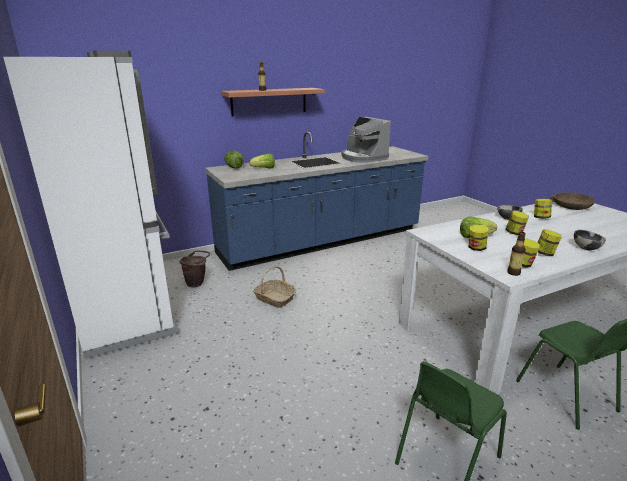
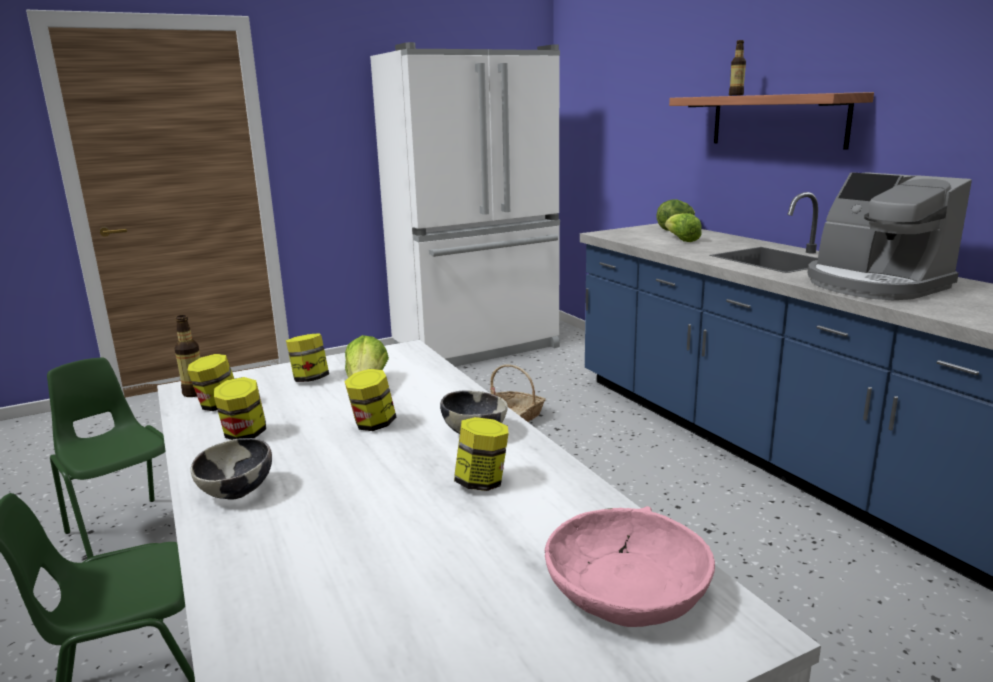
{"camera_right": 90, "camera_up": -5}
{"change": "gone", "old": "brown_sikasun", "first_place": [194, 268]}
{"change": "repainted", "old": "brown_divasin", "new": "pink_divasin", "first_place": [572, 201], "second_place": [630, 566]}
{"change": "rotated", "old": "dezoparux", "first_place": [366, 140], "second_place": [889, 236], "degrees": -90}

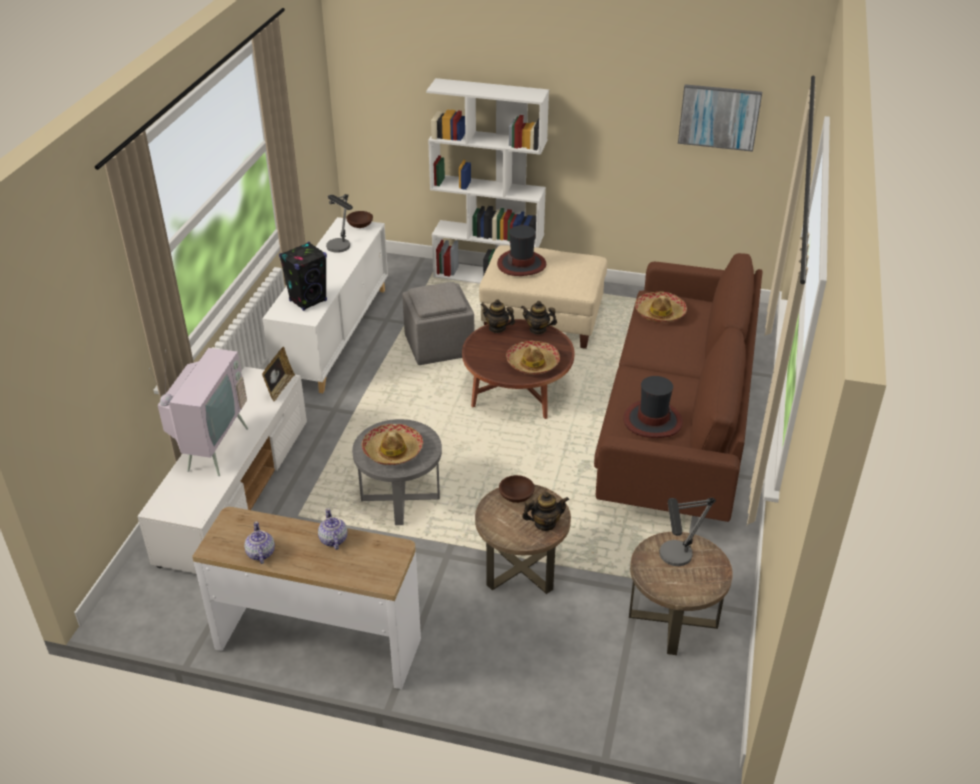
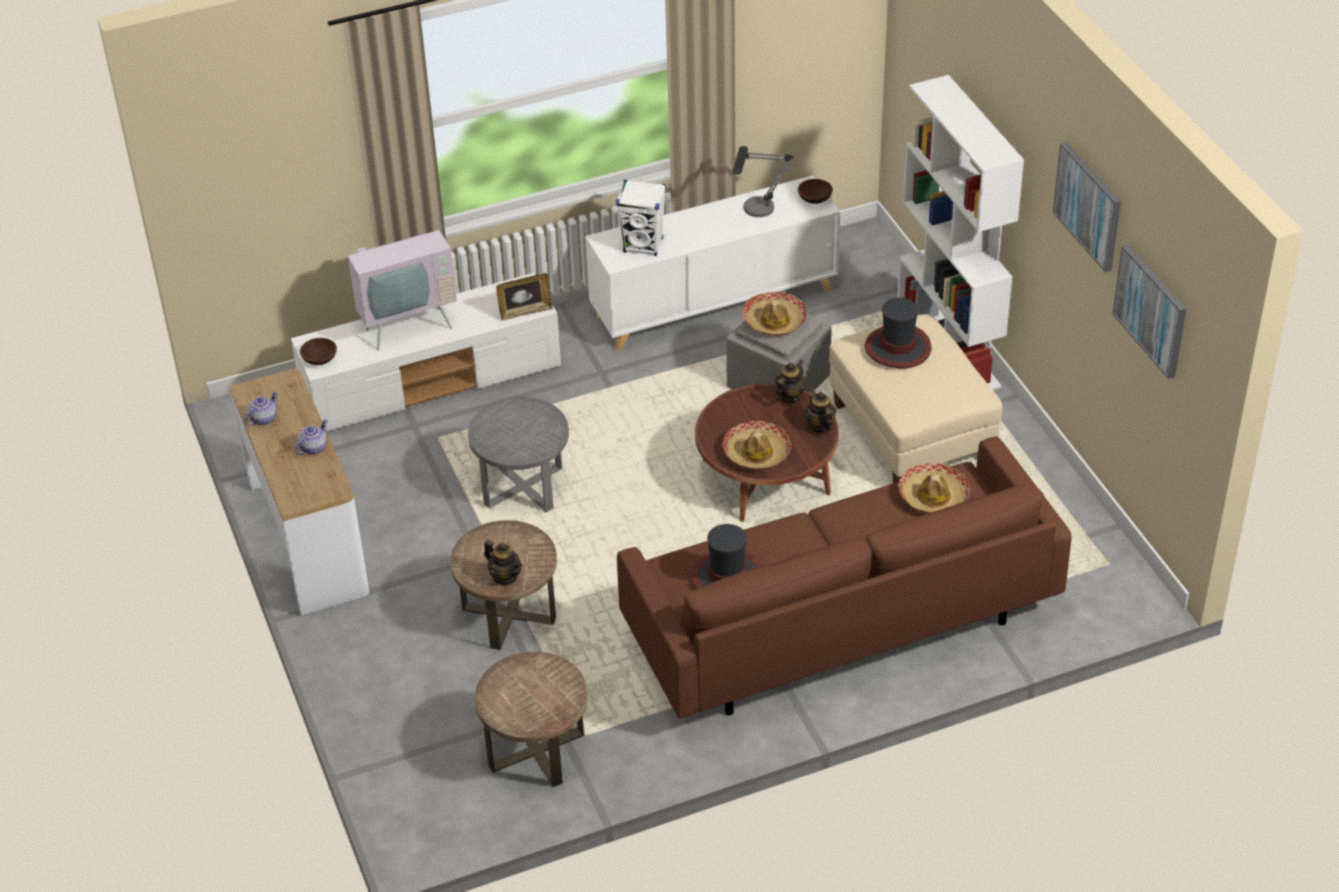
{"camera_right": 55, "camera_up": 5}
{"change": "gone", "old": "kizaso", "first_place": [688, 532]}
{"change": "new", "new": "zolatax", "second_place": [1087, 207]}
{"change": "shifted", "old": "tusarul", "first_place": [392, 444], "second_place": [774, 314]}
{"change": "shifted", "old": "brown_divasin", "first_place": [517, 489], "second_place": [318, 351]}
{"change": "repainted", "old": "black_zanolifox", "new": "white_zanolifox", "first_place": [303, 276], "second_place": [641, 218]}
{"change": "rotated", "old": "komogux", "first_place": [498, 316], "second_place": [790, 381], "degrees": 45}

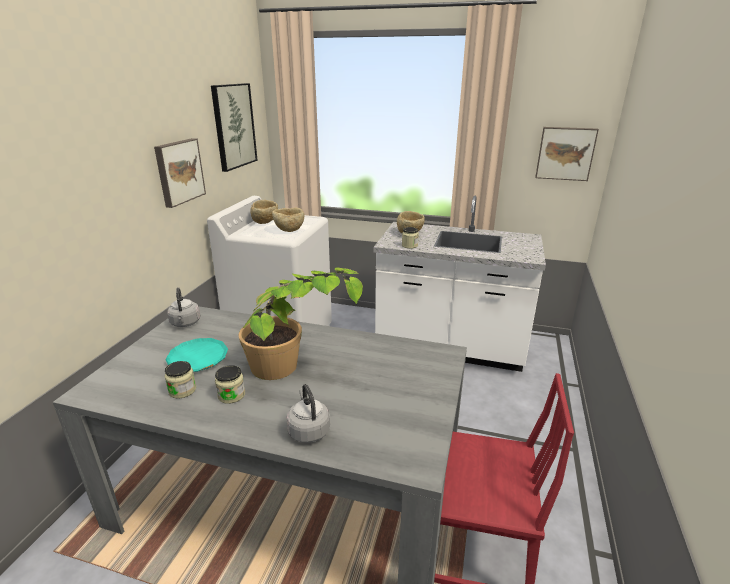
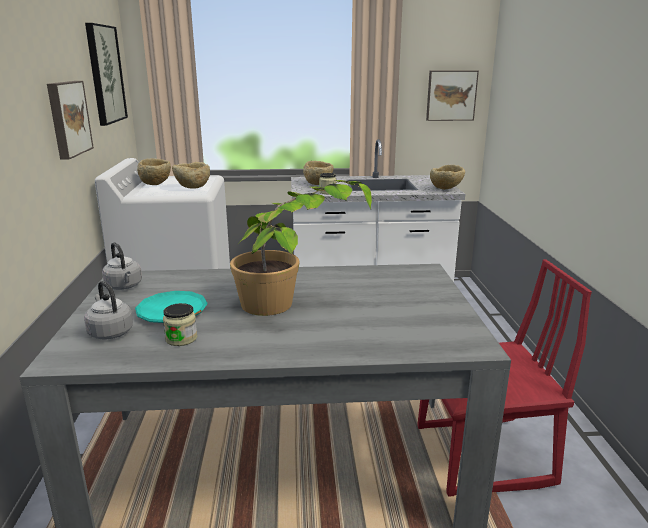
{"camera_right": -20, "camera_up": -5}
{"change": "gone", "old": "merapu", "first_place": [230, 384]}
{"change": "new", "new": "beige_divasin", "second_place": [447, 177]}
{"change": "shifted", "old": "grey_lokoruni", "first_place": [308, 413], "second_place": [108, 310]}

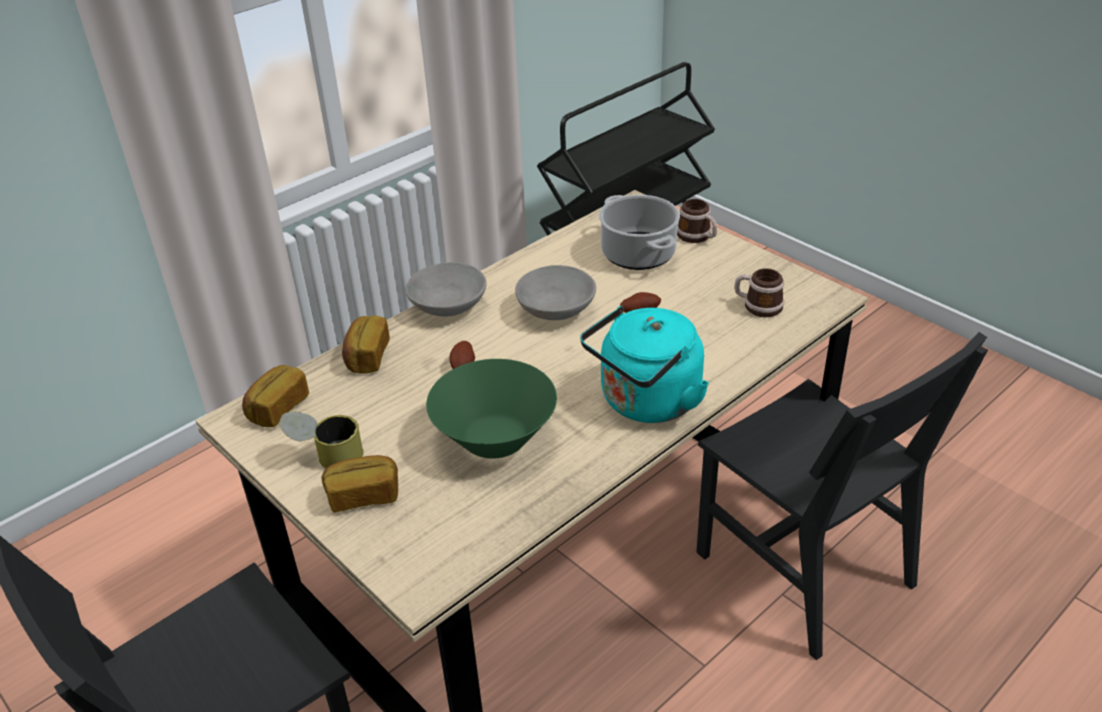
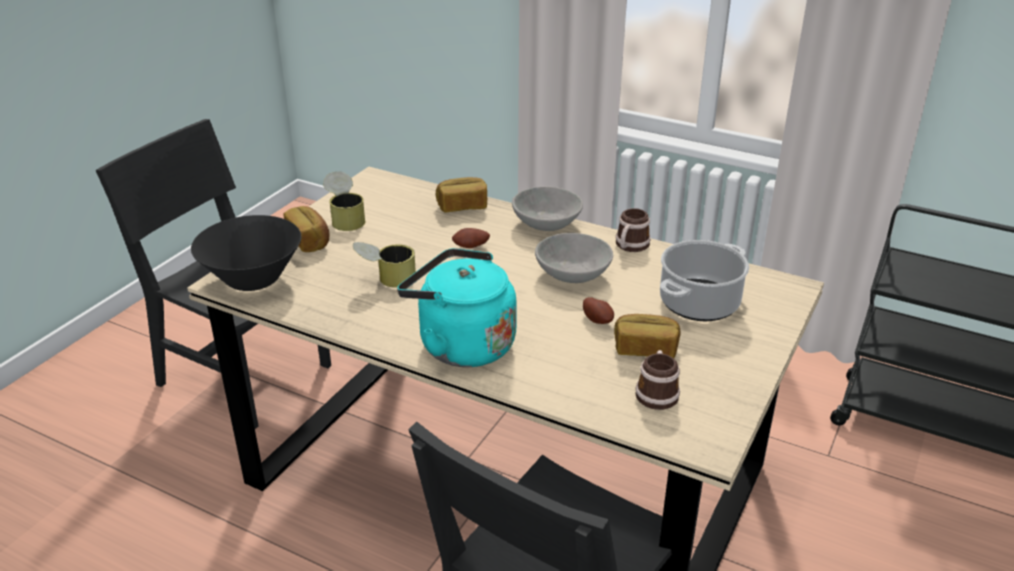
{"camera_right": 70, "camera_up": -5}
{"change": "new", "new": "black_divasin", "second_place": [246, 253]}
{"change": "shifted", "old": "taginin", "first_place": [275, 396], "second_place": [647, 336]}
{"change": "shifted", "old": "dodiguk", "first_place": [697, 221], "second_place": [633, 230]}
{"change": "swapped", "old": "green_divasin", "new": "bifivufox", "first_place": [491, 409], "second_place": [384, 265]}

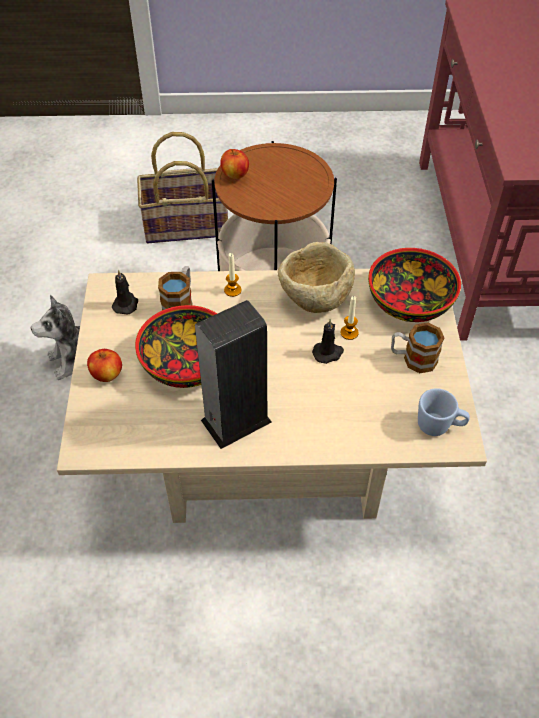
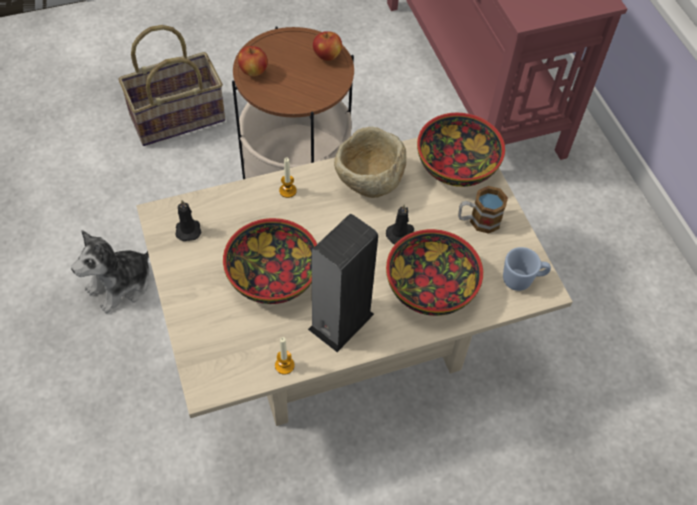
{"camera_right": -20, "camera_up": 5}
{"change": "gone", "old": "dodiguk", "first_place": [175, 288]}
{"change": "new", "new": "divasin", "second_place": [434, 272]}
{"change": "shifted", "old": "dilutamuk", "first_place": [104, 365], "second_place": [327, 46]}
{"change": "shifted", "old": "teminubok", "first_place": [349, 318], "second_place": [285, 356]}

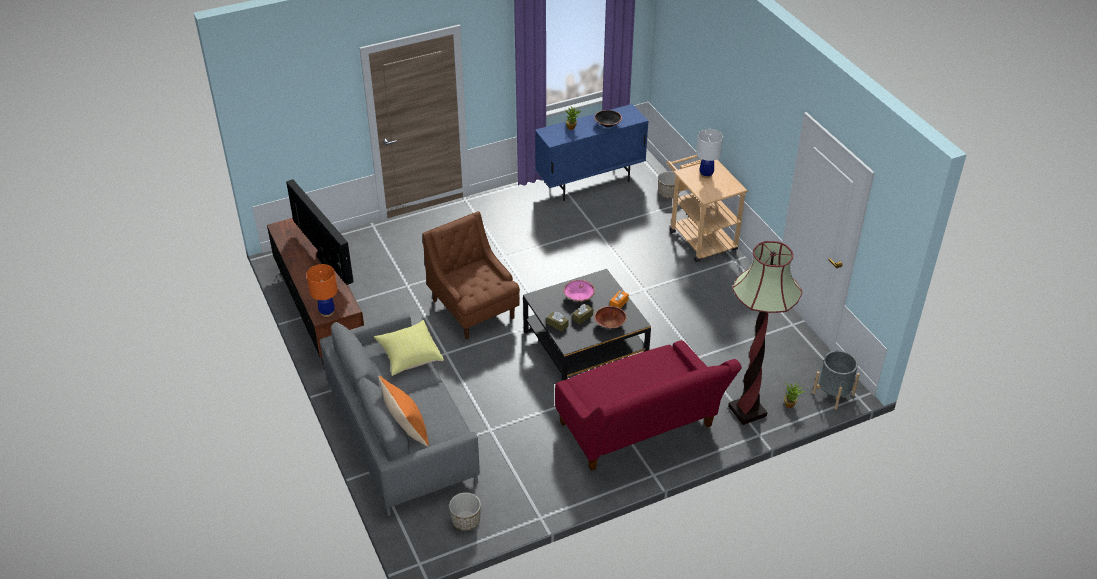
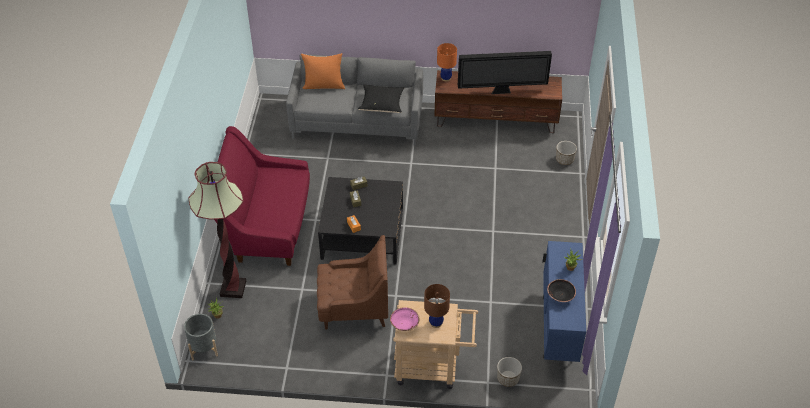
{"camera_right": 120, "camera_up": 5}
{"change": "gone", "old": "brown_divasin", "first_place": [610, 317]}
{"change": "shifted", "old": "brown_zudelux", "first_place": [471, 275], "second_place": [352, 282]}
{"change": "shifted", "old": "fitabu", "first_place": [465, 511], "second_place": [566, 153]}
{"change": "shifted", "old": "pink_divasin", "first_place": [579, 290], "second_place": [405, 319]}
{"change": "repainted", "old": "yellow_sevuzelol", "new": "black_sevuzelol", "first_place": [409, 348], "second_place": [381, 98]}
{"change": "repainted", "old": "white_kizaso", "new": "brown_kizaso", "first_place": [709, 153], "second_place": [437, 306]}

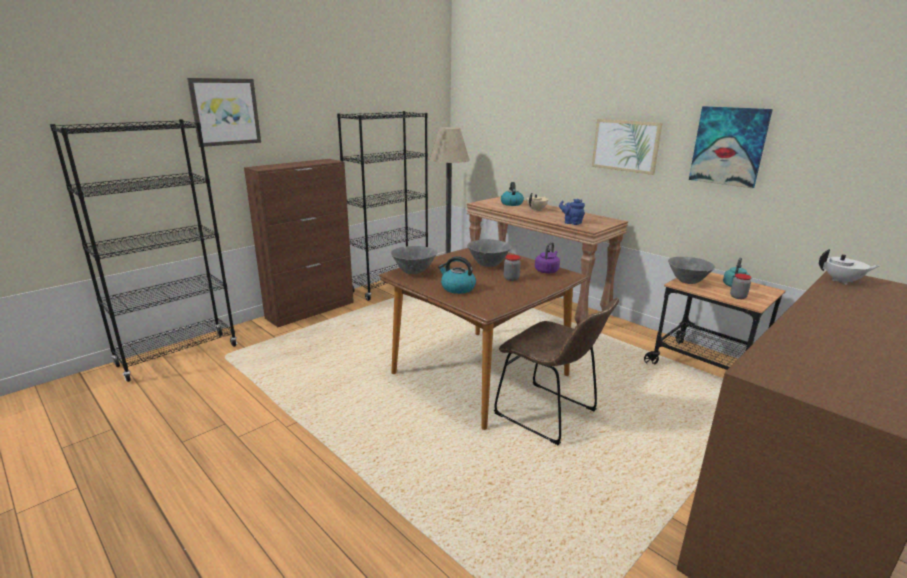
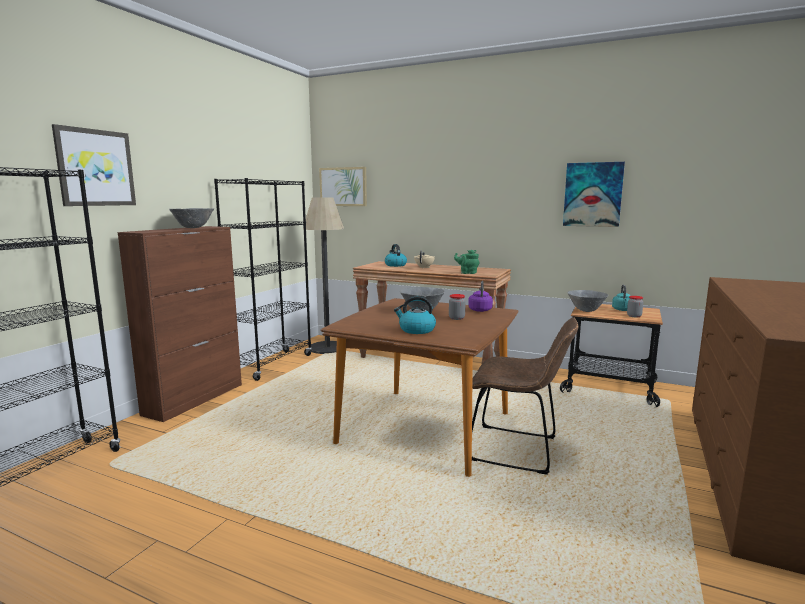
{"camera_right": -20, "camera_up": -10}
{"change": "gone", "old": "white_komogux", "first_place": [849, 267]}
{"change": "shifted", "old": "grey_divasin", "first_place": [414, 260], "second_place": [191, 218]}
{"change": "shifted", "old": "zolatax", "first_place": [627, 147], "second_place": [343, 186]}
{"change": "repainted", "old": "blue_komogux", "new": "green_komogux", "first_place": [572, 212], "second_place": [466, 262]}

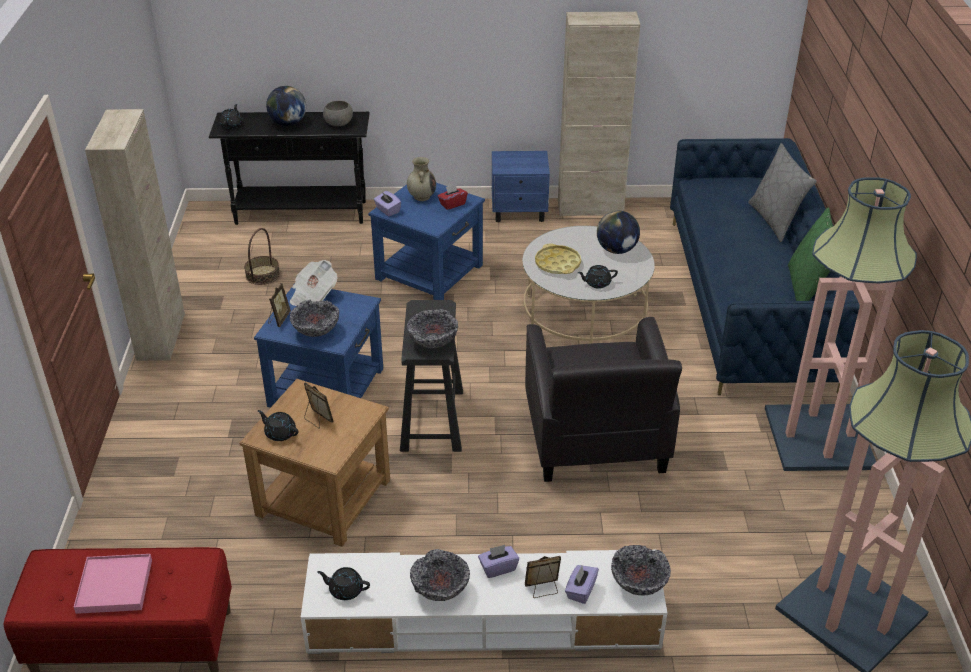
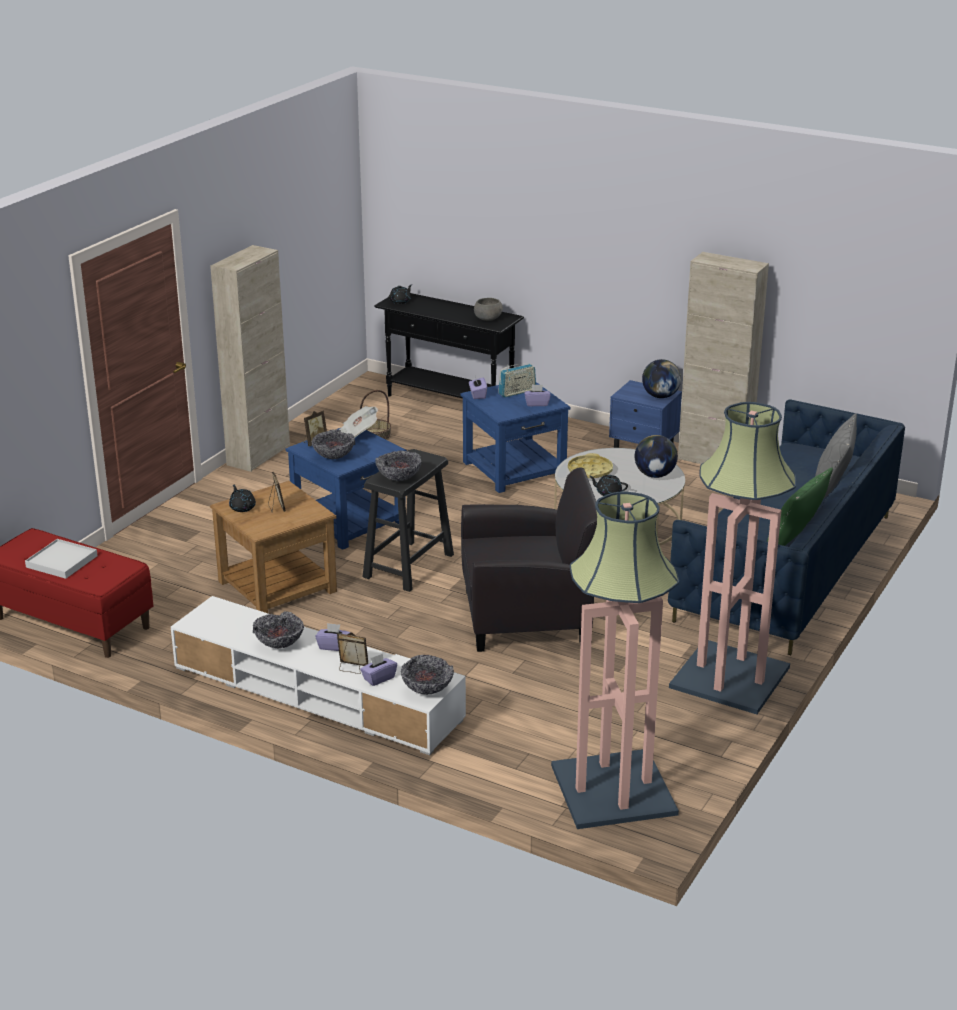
{"camera_right": 30, "camera_up": -10}
{"change": "gone", "old": "black_komogux", "first_place": [343, 583]}
{"change": "shifted", "old": "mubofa", "first_place": [286, 106], "second_place": [661, 378]}
{"change": "swapped", "old": "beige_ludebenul", "new": "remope", "first_place": [421, 179], "second_place": [517, 381]}
{"change": "repainted", "old": "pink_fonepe", "new": "white_fonepe", "first_place": [113, 584], "second_place": [61, 559]}
{"change": "repainted", "old": "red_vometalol", "new": "purple_vometalol", "first_place": [453, 197], "second_place": [537, 395]}
{"change": "rotated", "old": "black_zudelux", "first_place": [603, 399], "second_place": [529, 559], "degrees": -120}

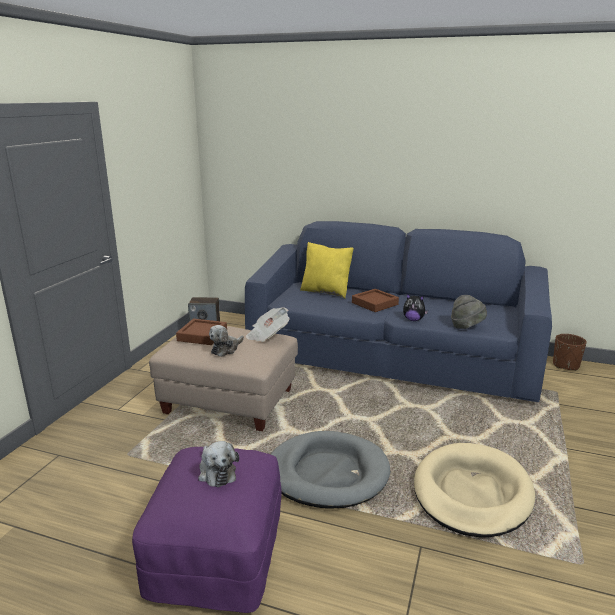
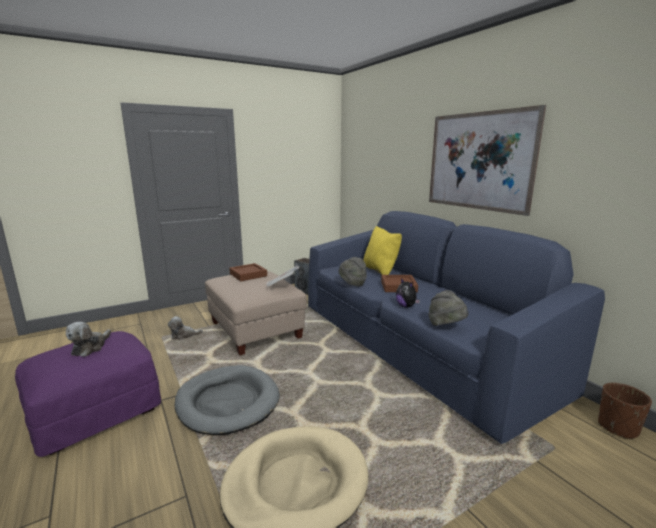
{"camera_right": 40, "camera_up": -5}
{"change": "new", "new": "grey_tusarul", "second_place": [352, 271]}
{"change": "new", "new": "zolatax", "second_place": [487, 160]}
{"change": "shifted", "old": "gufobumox", "first_place": [226, 341], "second_place": [185, 328]}

